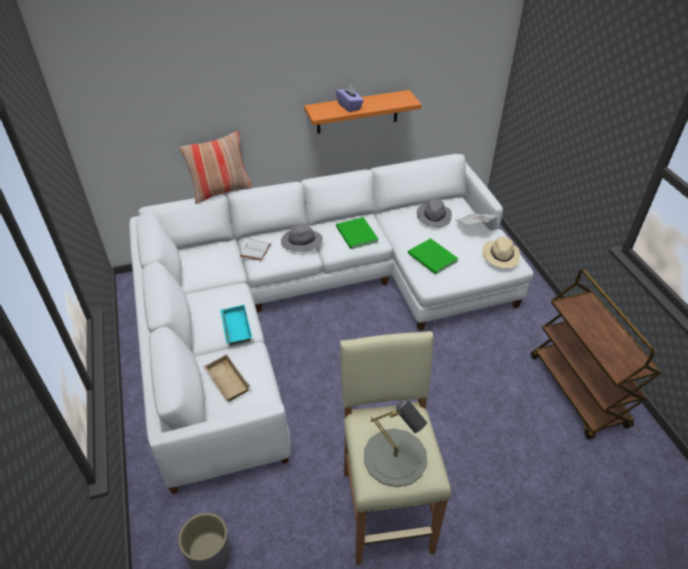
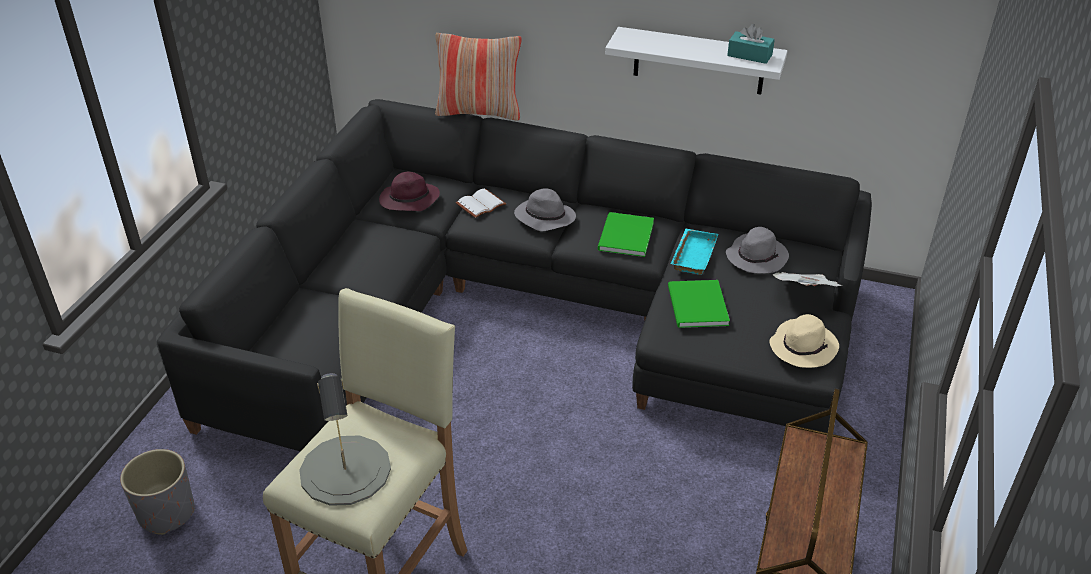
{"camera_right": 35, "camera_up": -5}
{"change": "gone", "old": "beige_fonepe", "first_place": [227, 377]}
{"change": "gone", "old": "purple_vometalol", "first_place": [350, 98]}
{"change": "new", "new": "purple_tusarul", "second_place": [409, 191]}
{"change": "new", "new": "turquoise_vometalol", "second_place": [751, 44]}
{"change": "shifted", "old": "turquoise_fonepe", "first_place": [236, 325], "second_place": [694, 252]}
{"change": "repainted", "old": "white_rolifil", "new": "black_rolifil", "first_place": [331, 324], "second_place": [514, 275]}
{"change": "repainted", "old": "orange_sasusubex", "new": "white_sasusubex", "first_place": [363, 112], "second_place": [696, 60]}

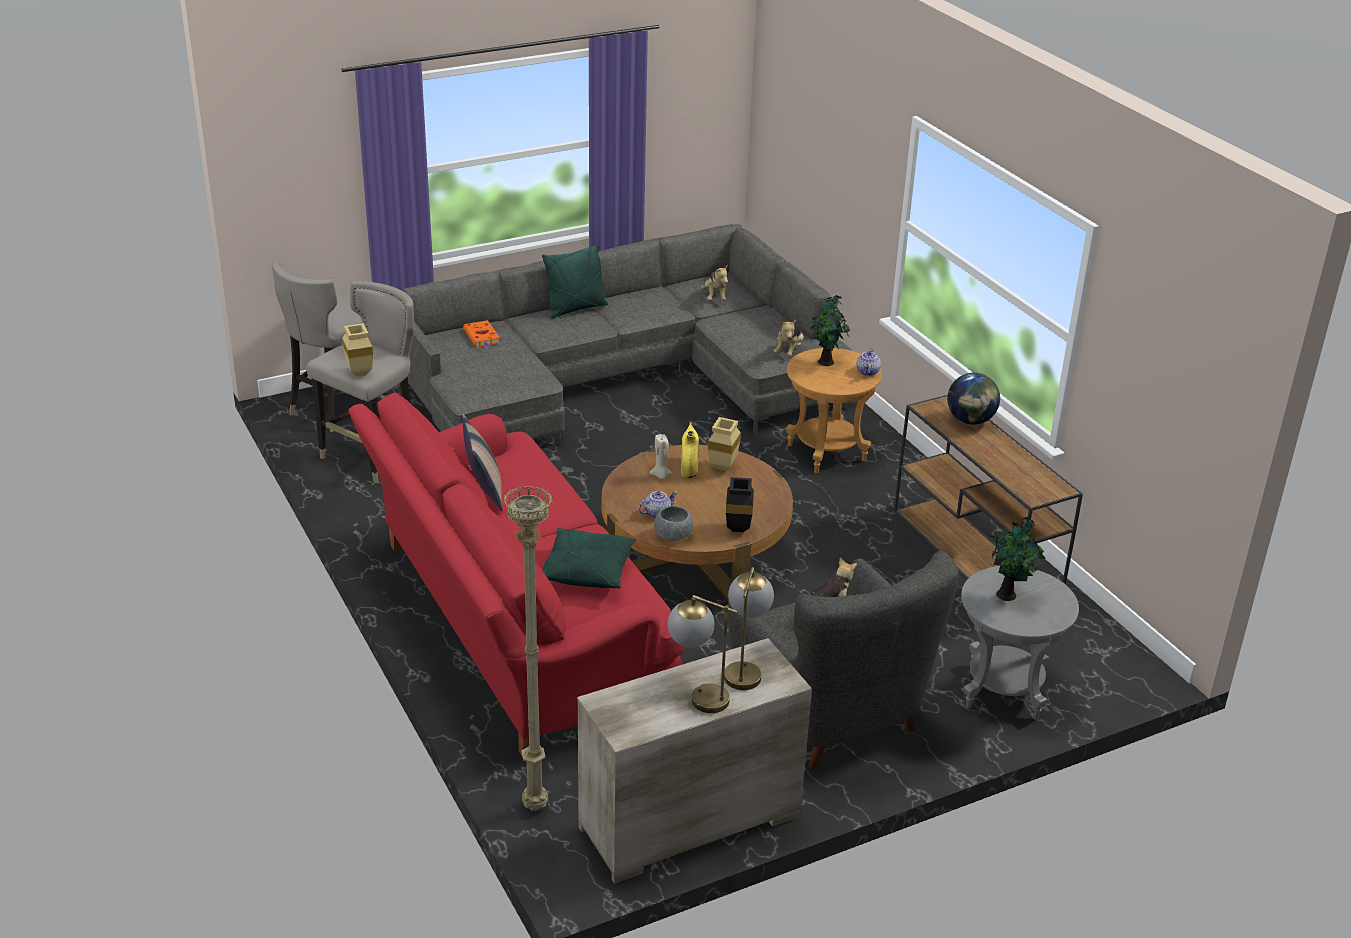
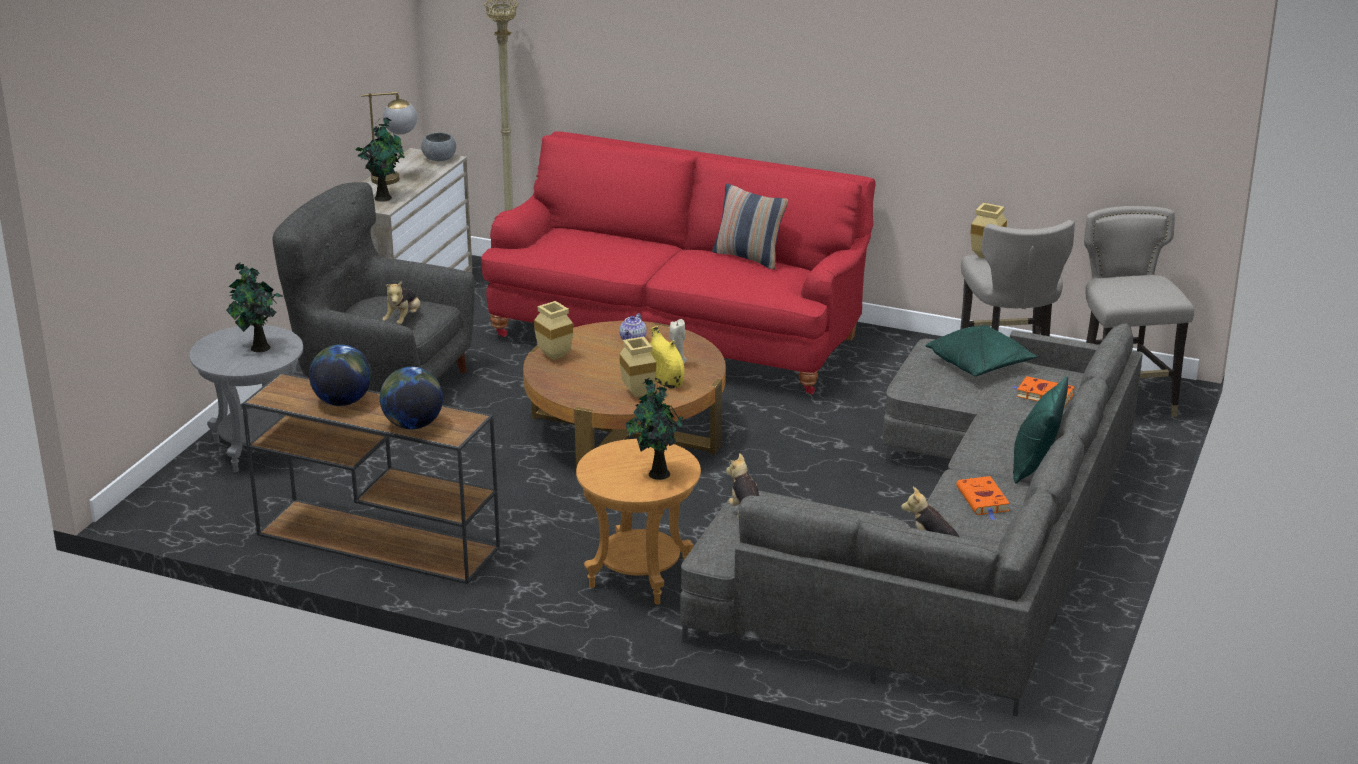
{"camera_right": 140, "camera_up": -5}
{"change": "gone", "old": "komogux", "first_place": [868, 362]}
{"change": "new", "new": "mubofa", "second_place": [340, 375]}
{"change": "new", "new": "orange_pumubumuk", "second_place": [983, 498]}
{"change": "shifted", "old": "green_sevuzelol", "first_place": [589, 558], "second_place": [981, 350]}
{"change": "shifted", "old": "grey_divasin", "first_place": [673, 523], "second_place": [438, 146]}
{"change": "swapped", "old": "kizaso", "new": "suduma", "first_place": [749, 628], "second_place": [380, 159]}
{"change": "repainted", "old": "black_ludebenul", "new": "beige_ludebenul", "first_place": [740, 504], "second_place": [553, 330]}

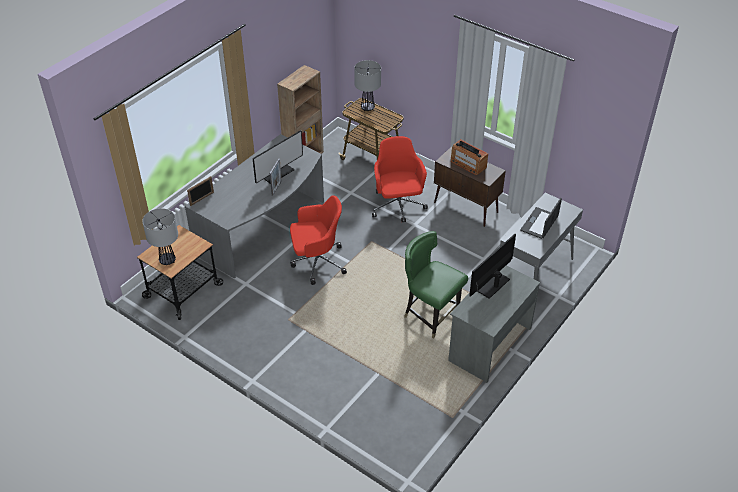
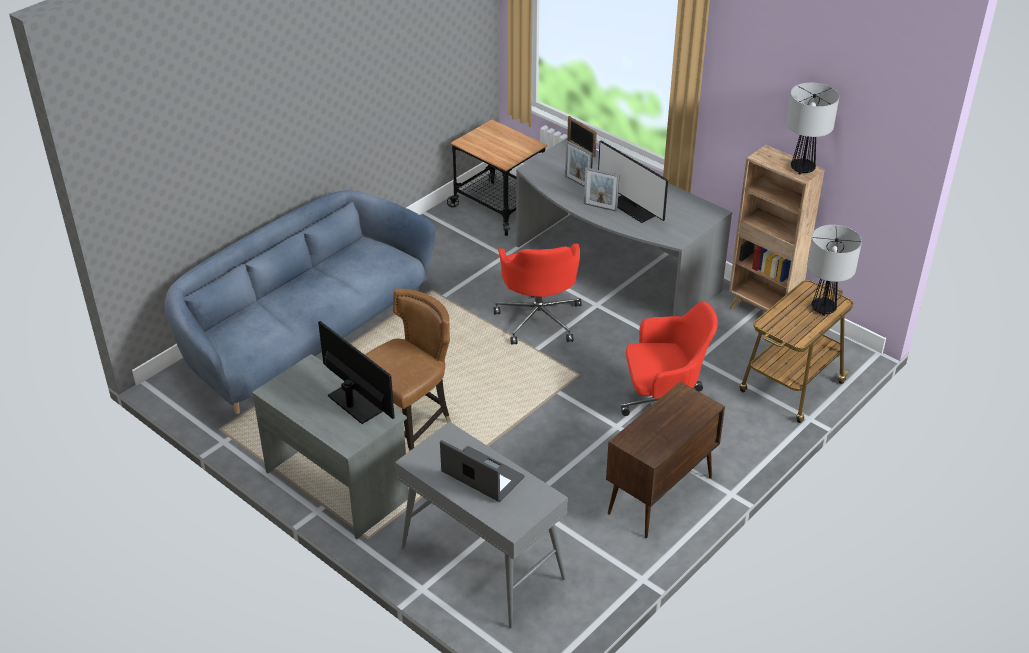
{"camera_right": 95, "camera_up": -5}
{"change": "gone", "old": "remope", "first_place": [469, 157]}
{"change": "new", "new": "blue_rolifil", "second_place": [300, 302]}
{"change": "new", "new": "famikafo", "second_place": [579, 164]}
{"change": "shifted", "old": "kizaso", "first_place": [160, 236], "second_place": [812, 128]}
{"change": "repainted", "old": "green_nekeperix", "new": "brown_nekeperix", "first_place": [436, 285], "second_place": [408, 369]}

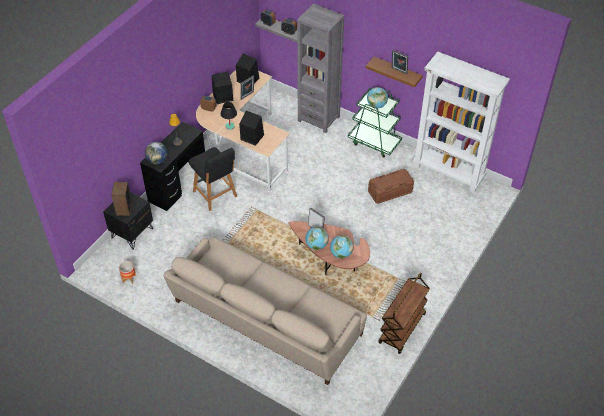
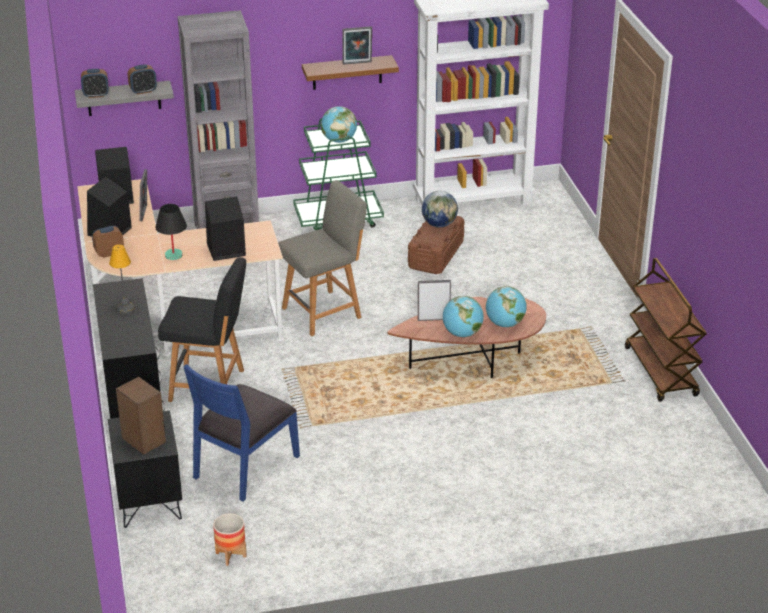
{"camera_right": -45, "camera_up": -15}
{"change": "gone", "old": "beige_rolifil", "first_place": [265, 311]}
{"change": "new", "new": "blue_nekeperix", "second_place": [242, 433]}
{"change": "new", "new": "grey_nekeperix", "second_place": [322, 258]}
{"change": "shifted", "old": "mubofa", "first_place": [156, 153], "second_place": [440, 209]}

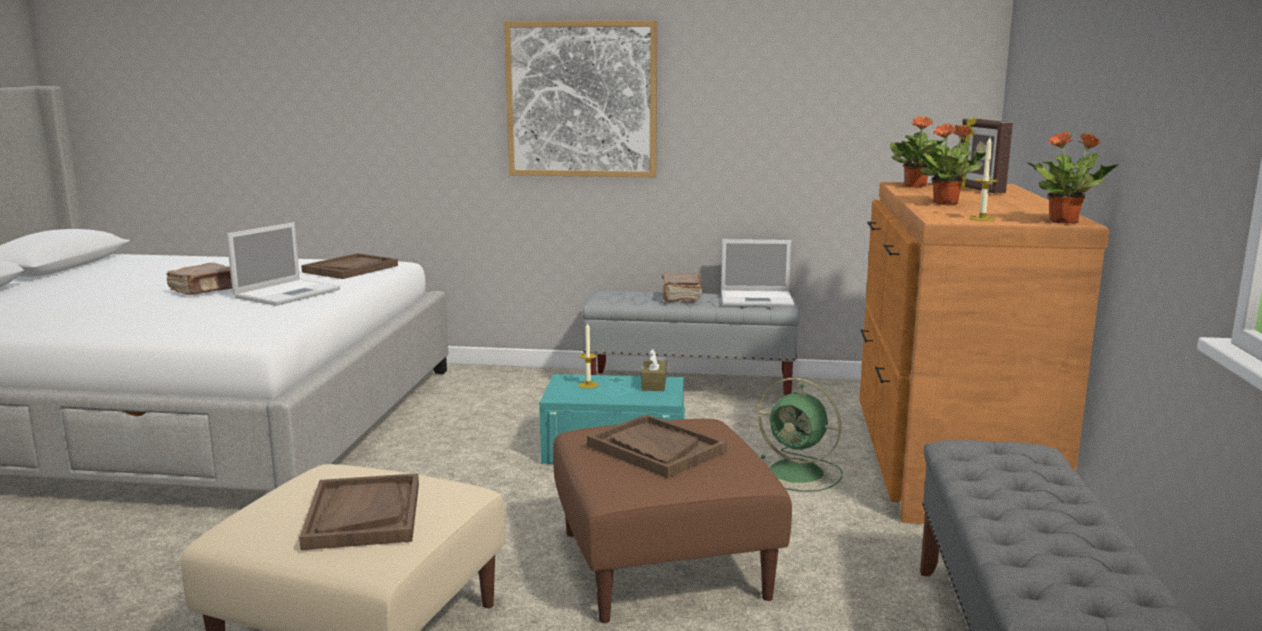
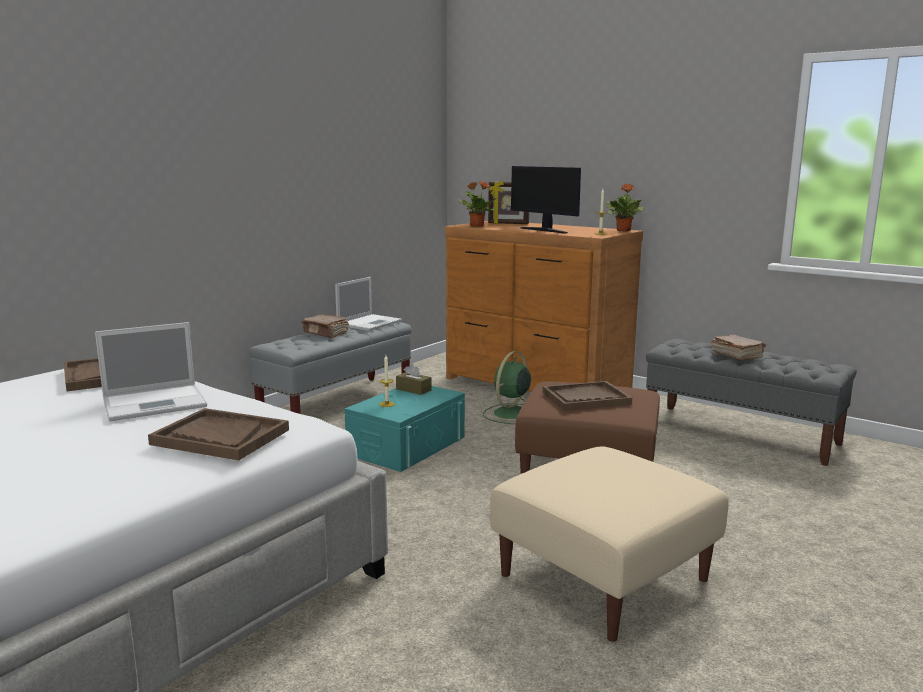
{"camera_right": -60, "camera_up": 0}
{"change": "gone", "old": "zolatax", "first_place": [580, 98]}
{"change": "shifted", "old": "brown_pumubumuk", "first_place": [199, 279], "second_place": [738, 347]}
{"change": "shifted", "old": "brown_fonepe", "first_place": [359, 511], "second_place": [218, 434]}
{"change": "swapped", "old": "suduma", "new": "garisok", "first_place": [950, 164], "second_place": [546, 199]}
{"change": "rotated", "old": "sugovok", "first_place": [283, 264], "second_place": [151, 371], "degrees": 90}
{"change": "rotated", "old": "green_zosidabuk", "first_place": [800, 435], "second_place": [507, 387], "degrees": 150}

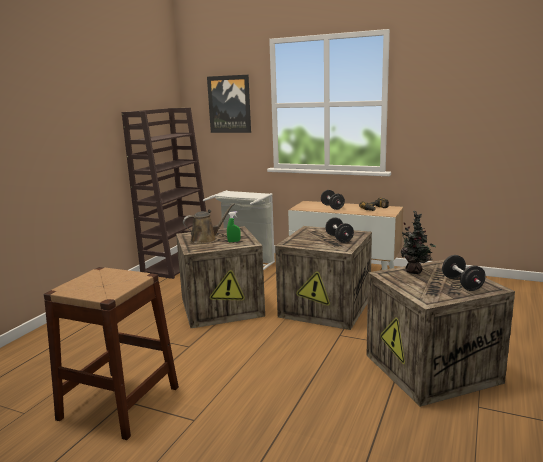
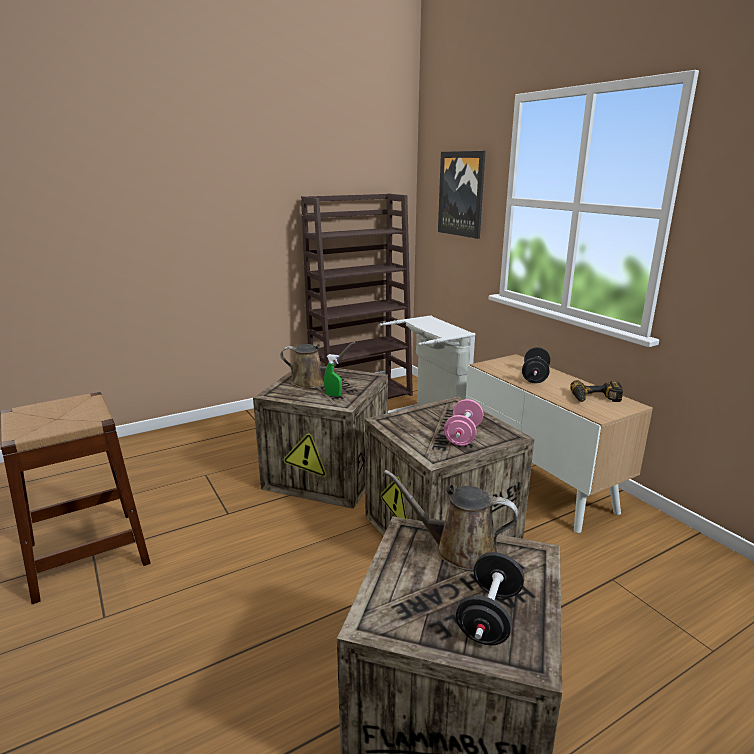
{"camera_right": 35, "camera_up": 5}
{"change": "swapped", "old": "suduma", "new": "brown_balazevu", "first_place": [418, 242], "second_place": [451, 520]}
{"change": "repainted", "old": "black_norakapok", "new": "pink_norakapok", "first_place": [339, 230], "second_place": [463, 422]}

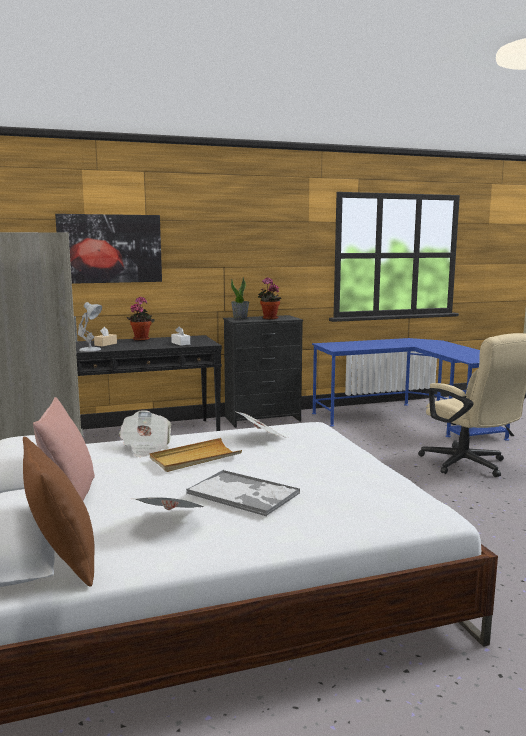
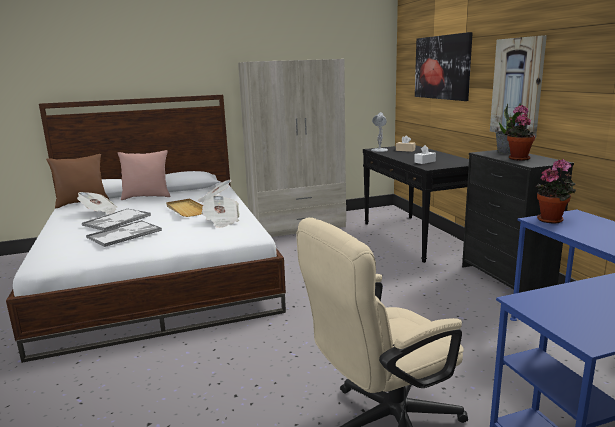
{"camera_right": 90, "camera_up": 5}
{"change": "new", "new": "fonepe", "second_place": [124, 233]}
{"change": "new", "new": "zolatax", "second_place": [518, 86]}
{"change": "shifted", "old": "suduma", "first_place": [141, 319], "second_place": [556, 191]}

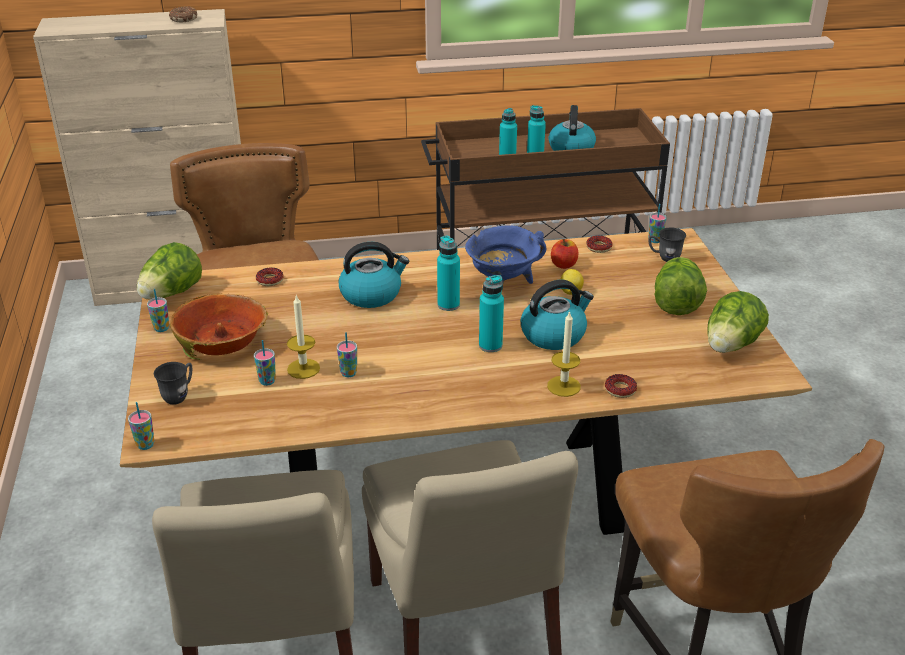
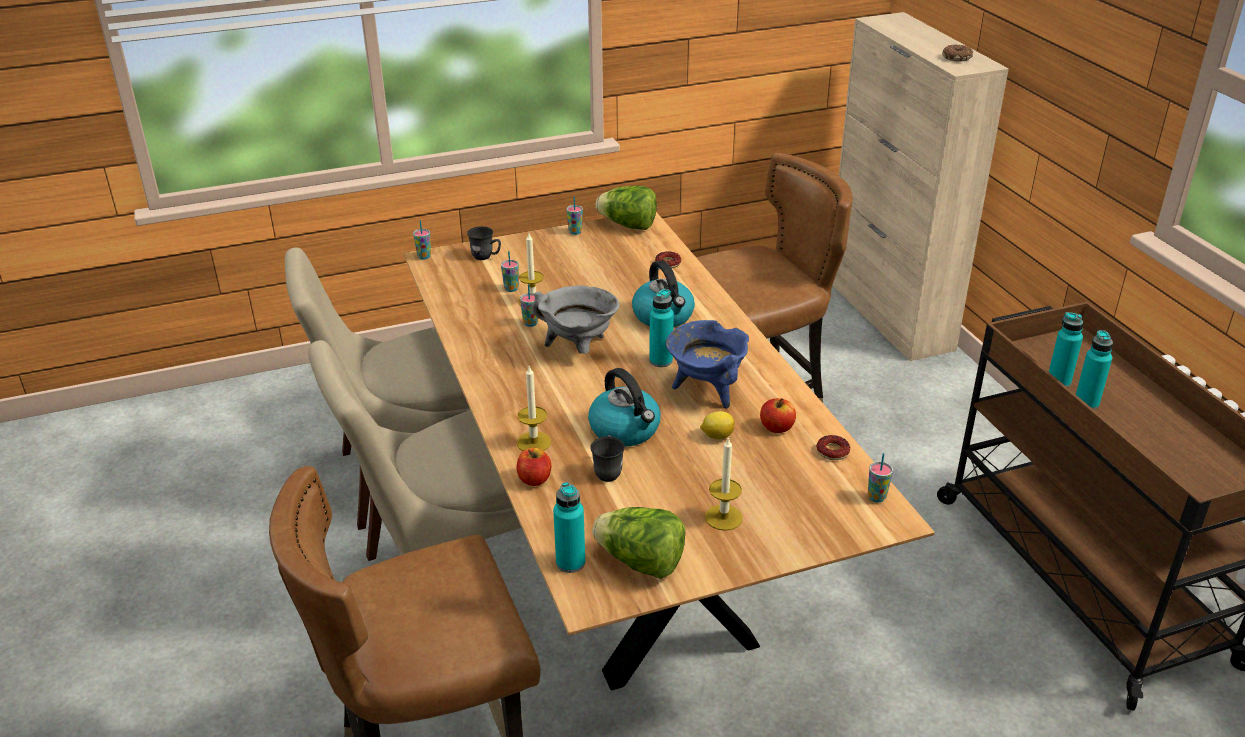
{"camera_right": 80, "camera_up": 0}
{"change": "gone", "old": "divasin", "first_place": [219, 326]}
{"change": "gone", "old": "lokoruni", "first_place": [572, 128]}
{"change": "new", "new": "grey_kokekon", "second_place": [575, 319]}
{"change": "shifted", "old": "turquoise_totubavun", "first_place": [491, 313], "second_place": [569, 527]}
{"change": "shifted", "old": "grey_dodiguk", "first_place": [667, 244], "second_place": [607, 458]}
{"change": "swapped", "old": "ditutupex", "new": "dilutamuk", "first_place": [621, 386], "second_place": [534, 467]}
{"change": "swapped", "old": "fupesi", "new": "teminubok", "first_place": [680, 286], "second_place": [724, 484]}

